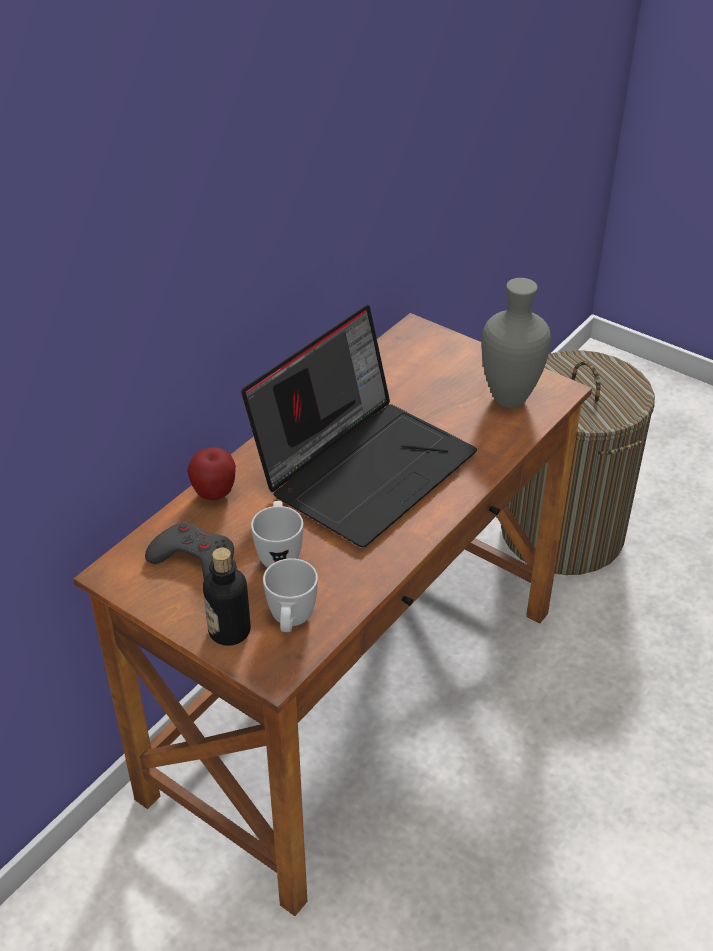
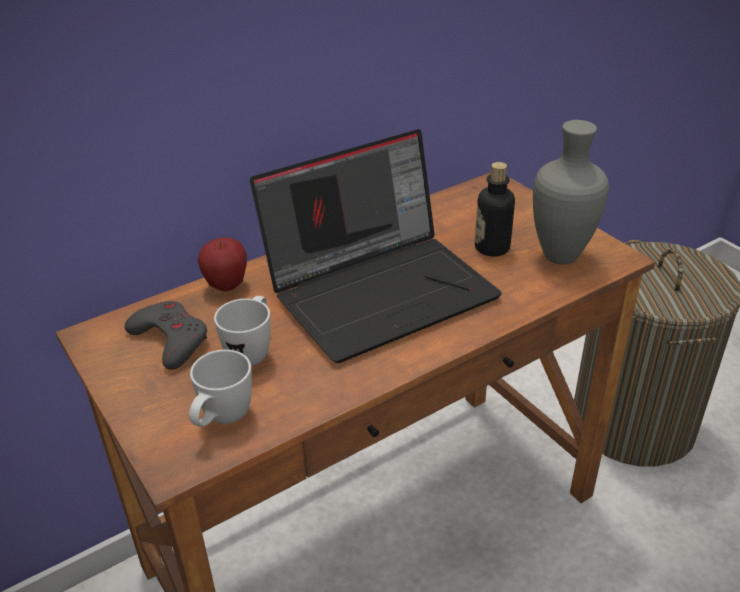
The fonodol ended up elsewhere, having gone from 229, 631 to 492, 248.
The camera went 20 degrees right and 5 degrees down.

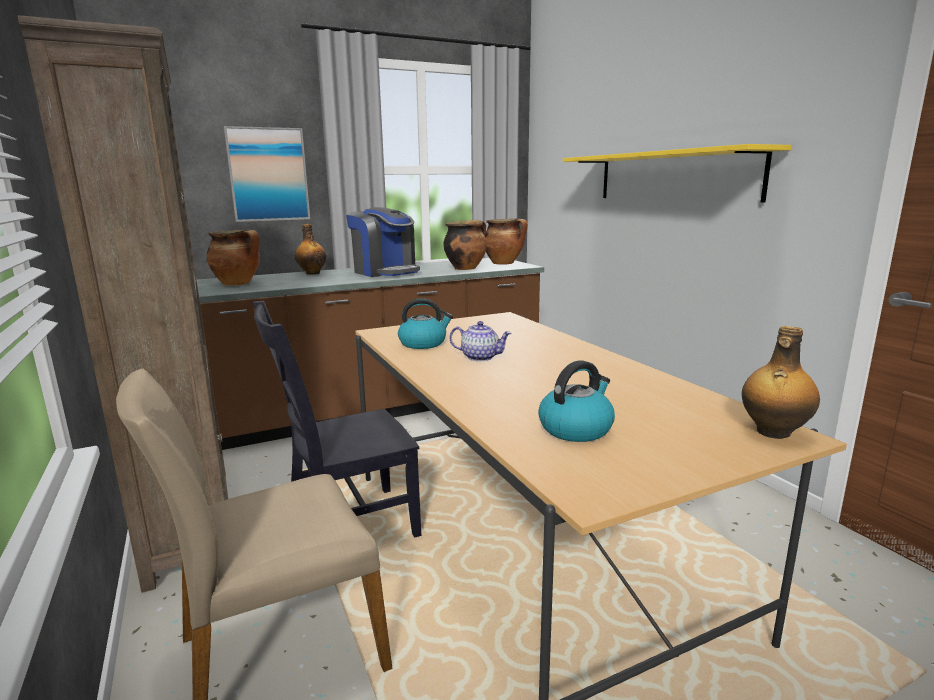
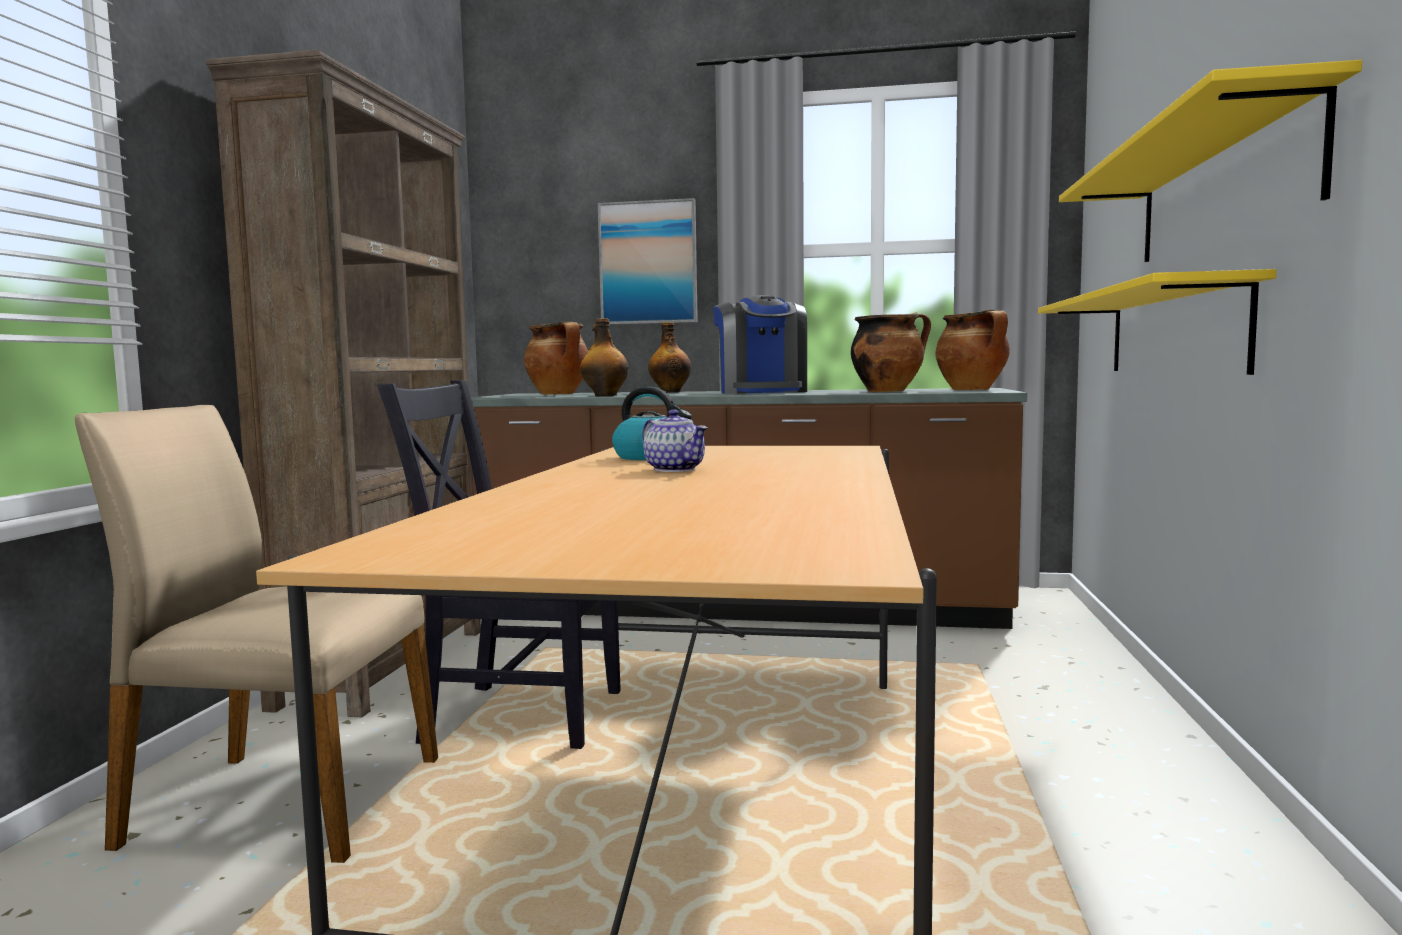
The second view lost the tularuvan at 576, 428.
The second view gained the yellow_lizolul at 1172, 332.
The fonodol ended up elsewhere, having gone from 773, 432 to 605, 395.
The camera went 35 degrees right and 10 degrees down.

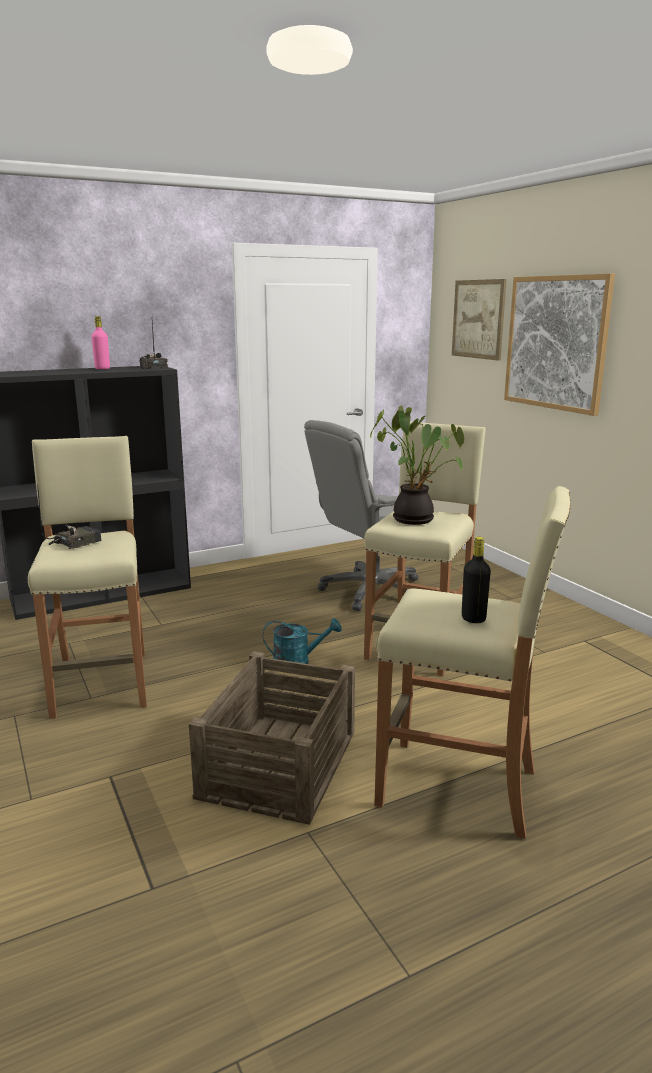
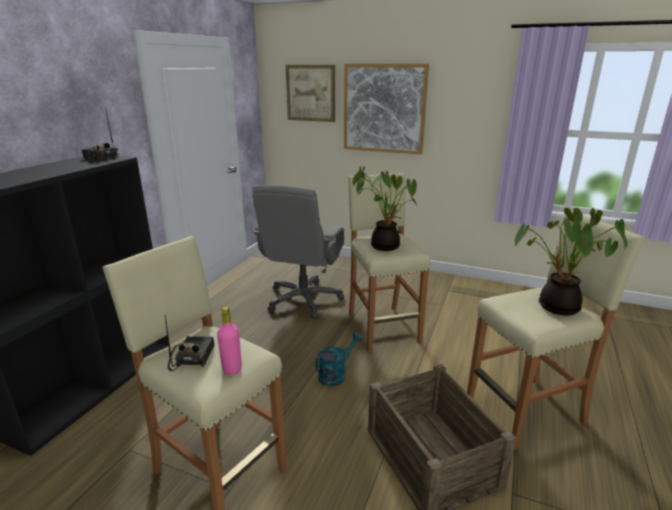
The pink_fonodol ended up elsewhere, having gone from 102, 368 to 232, 369.
Where the black_fonodol stood at 473, 619, the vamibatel came to stand at 555, 307.
The camera went 40 degrees left and 5 degrees up.

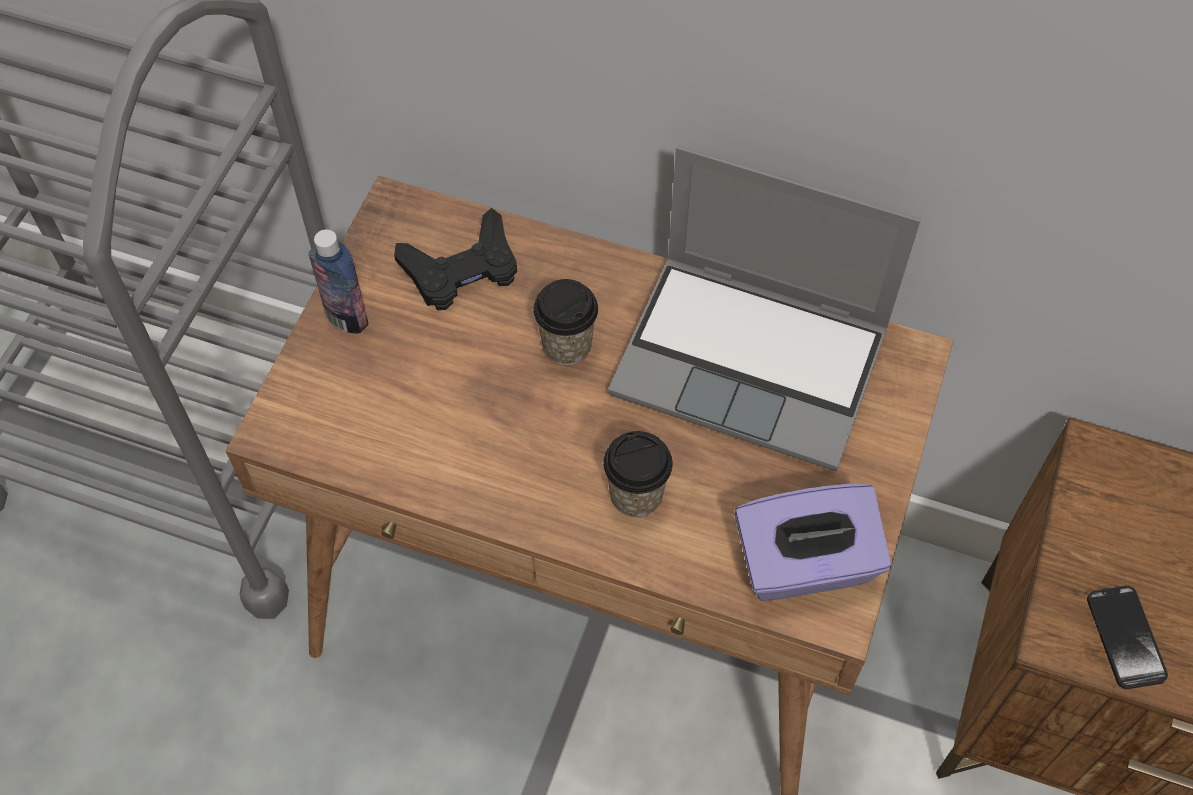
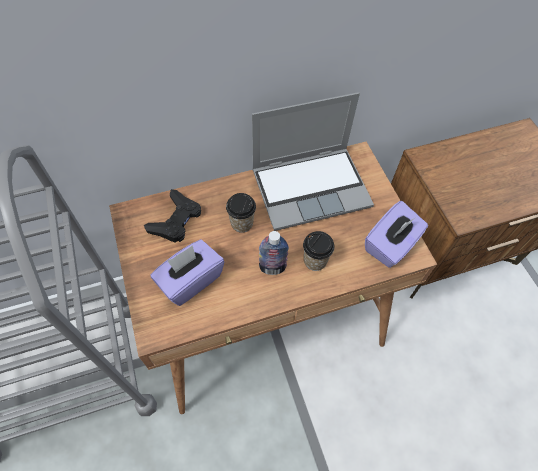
The second view lost the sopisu at 1125, 638.
The second view gained the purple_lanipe at 190, 280.
The fonodol ended up elsewhere, having gone from 346, 317 to 272, 268.
The camera went 40 degrees left and 0 degrees up.

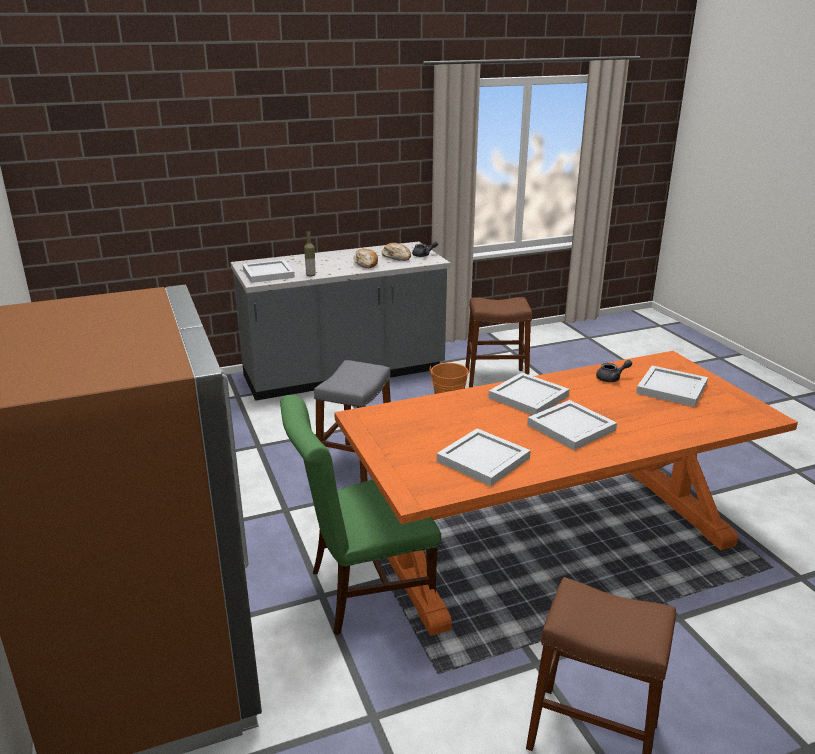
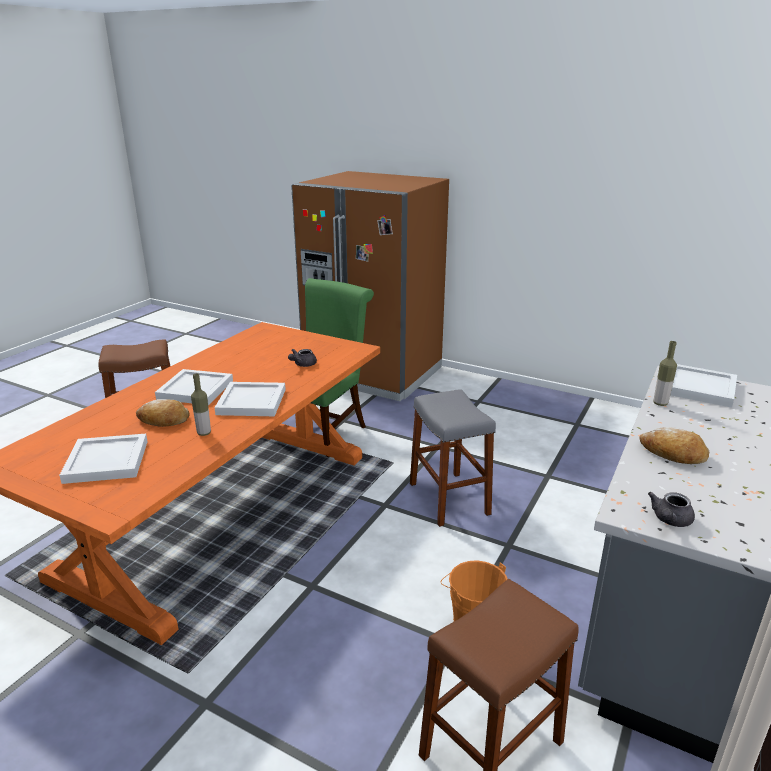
The second view lost the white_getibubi at 481, 460.
The second view gained the fonodol at 204, 433.
The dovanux ended up elsewhere, having gone from 396, 257 to 163, 420.
The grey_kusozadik ended up elsewhere, having gone from 612, 378 to 302, 364.
The camera went 140 degrees right and 0 degrees up.

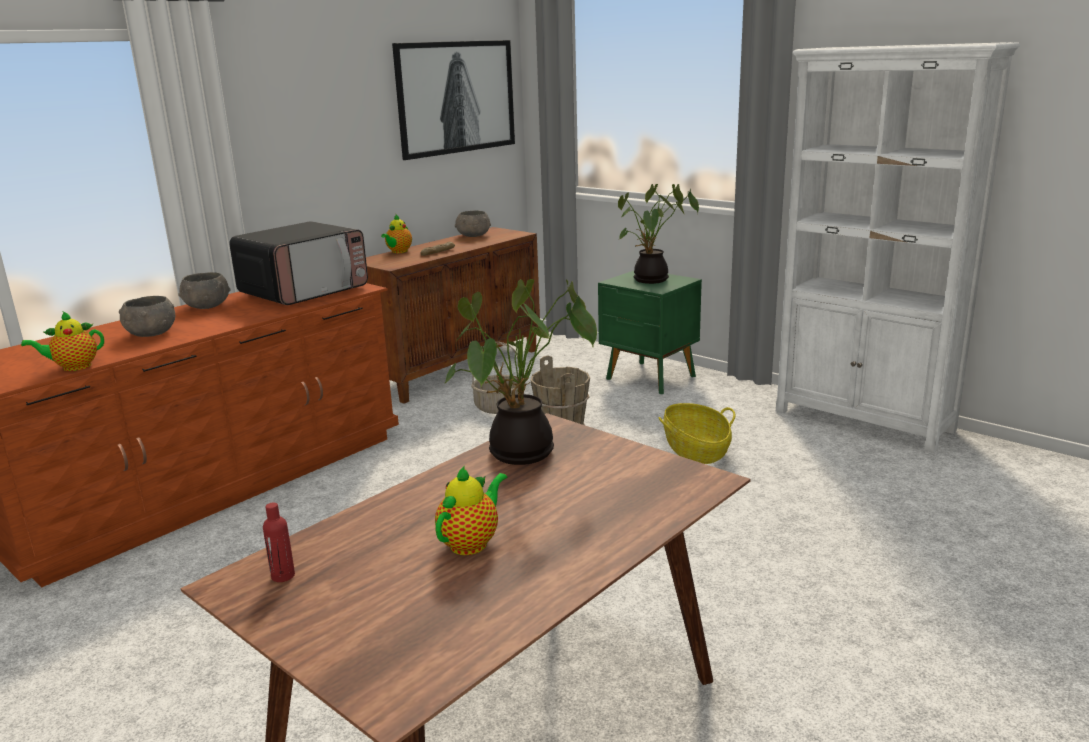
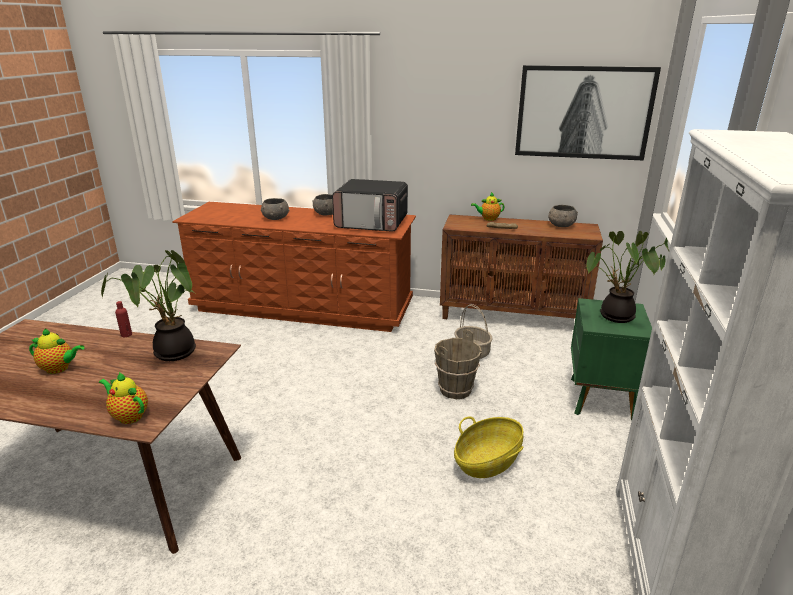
The kusozadik ended up elsewhere, having gone from 73, 367 to 129, 416.
The red_fonodol ended up elsewhere, having gone from 283, 576 to 126, 335.
The camera went 60 degrees right and 5 degrees up.

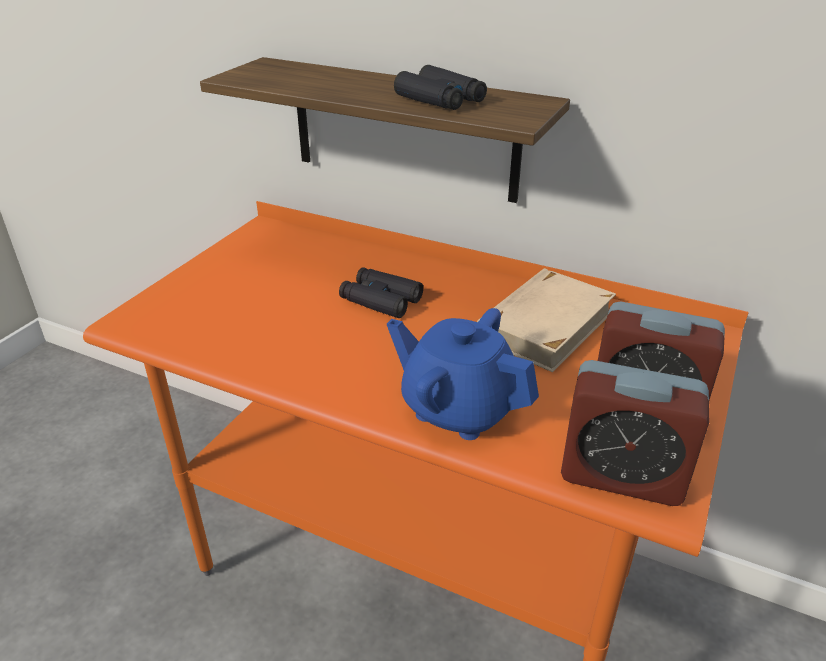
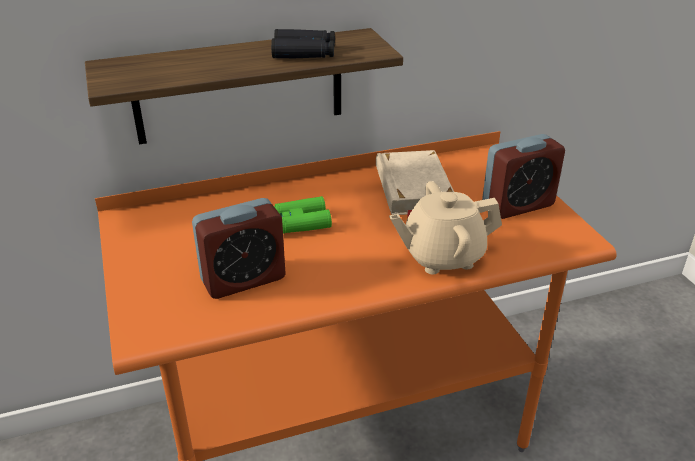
The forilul ended up elsewhere, having gone from 621, 476 to 243, 279.
What was the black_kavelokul at 380, 300 turned into the green_kavelokul at 299, 223.
What was the blue_kusozadik at 458, 409 turned into the beige_kusozadik at 442, 256.
The camera went 45 degrees left and 0 degrees up.

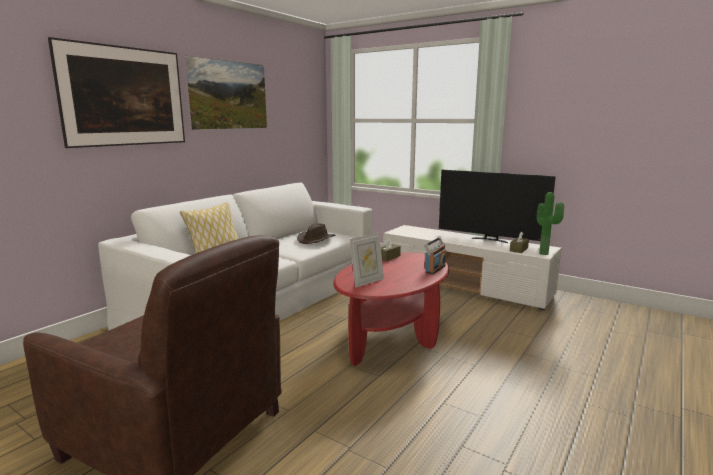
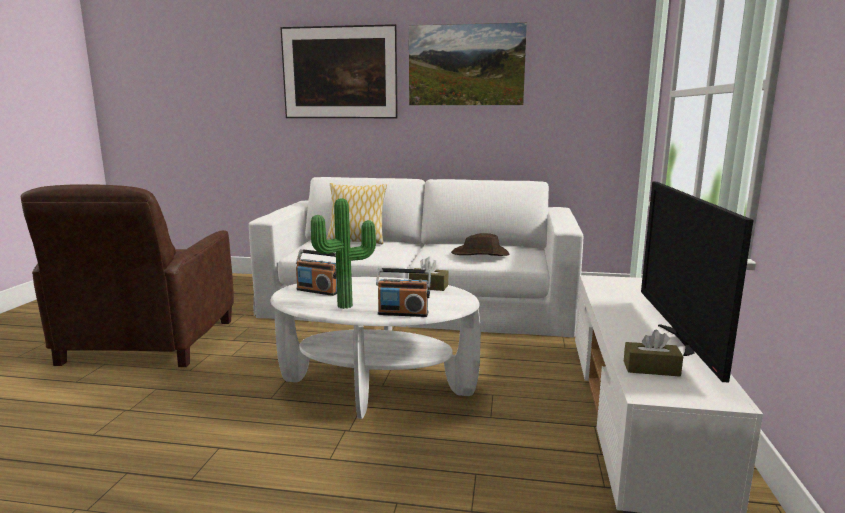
The vamibatel ended up elsewhere, having gone from 545, 253 to 346, 306.
Where the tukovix stood at 367, 282, the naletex came to stand at 318, 291.
What was the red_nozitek at 392, 336 turned into the white_nozitek at 376, 387.
The camera went 65 degrees right and 0 degrees up.

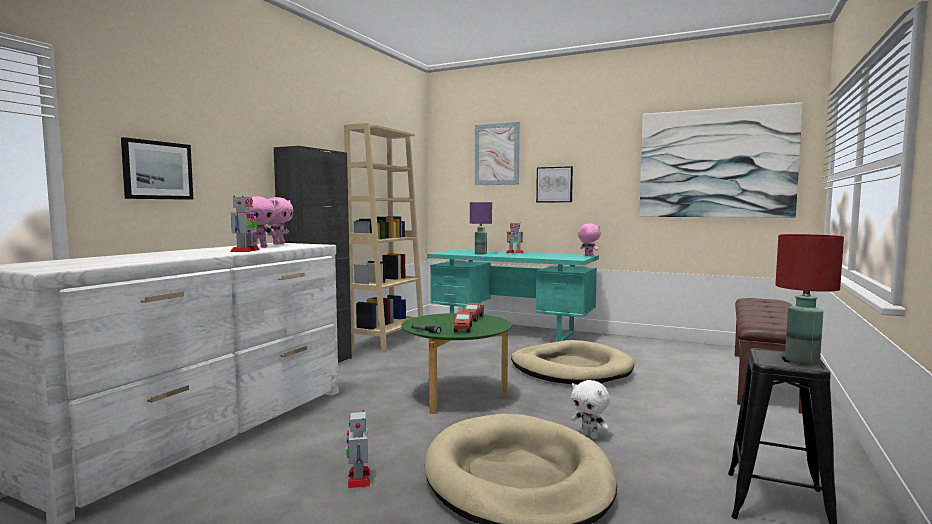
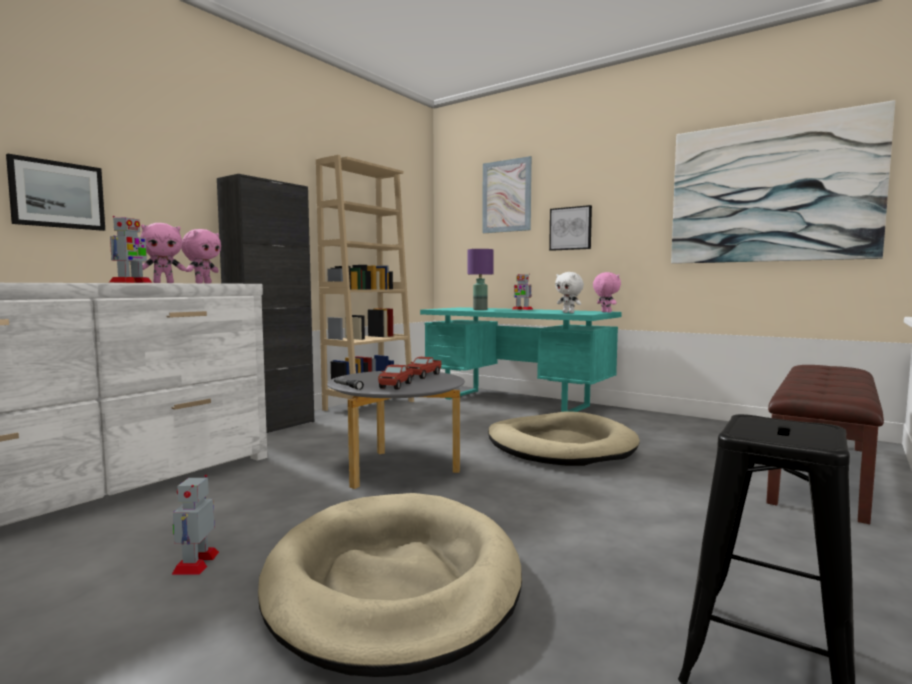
The second view lost the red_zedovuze at 803, 361.
The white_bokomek ended up elsewhere, having gone from 589, 436 to 569, 312.
What was the green_nozitek at 456, 396 turned into the grey_nozitek at 397, 469.
The camera went 10 degrees right and 0 degrees up.

